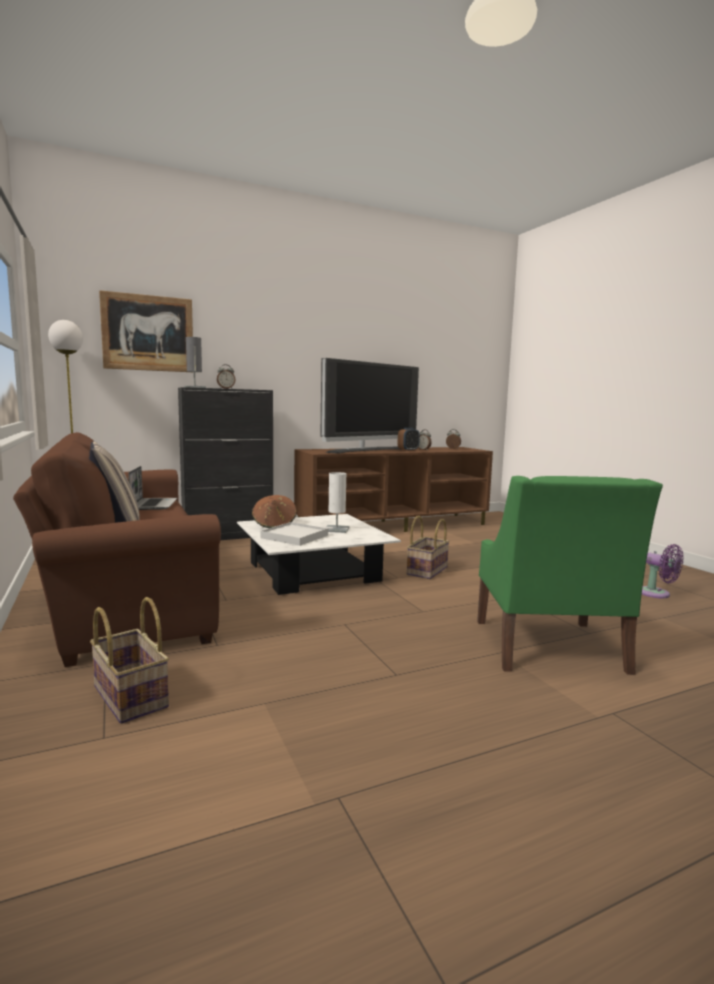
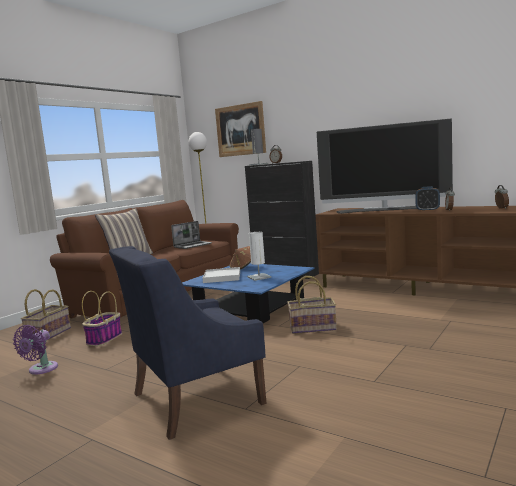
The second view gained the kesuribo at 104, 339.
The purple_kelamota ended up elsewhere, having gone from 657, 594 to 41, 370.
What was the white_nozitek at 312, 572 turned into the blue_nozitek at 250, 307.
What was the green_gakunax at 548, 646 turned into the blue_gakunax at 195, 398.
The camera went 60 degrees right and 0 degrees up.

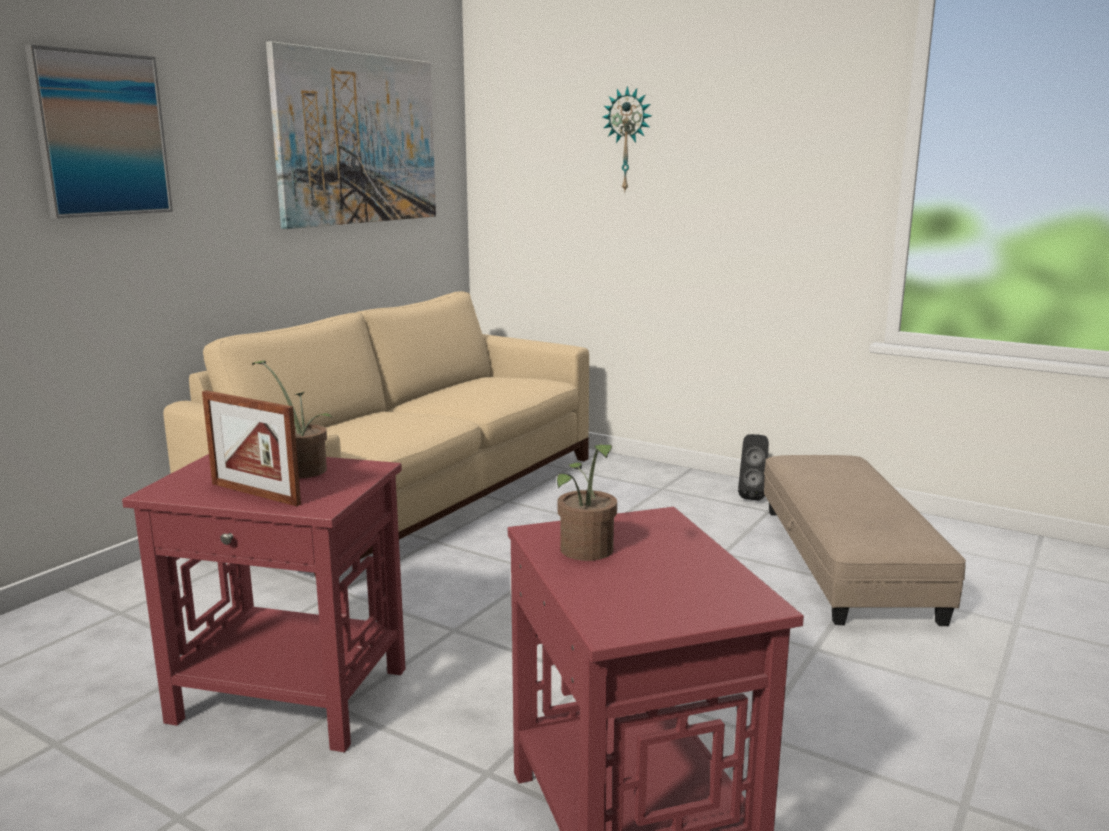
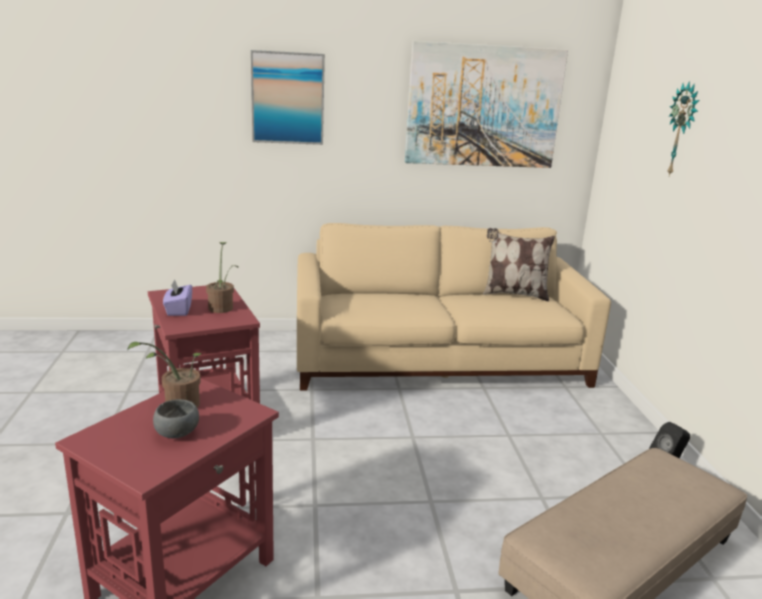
The second view gained the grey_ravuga at 178, 433.
The second view gained the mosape at 514, 294.
Where the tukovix stood at 255, 494, the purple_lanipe came to stand at 178, 310.
The camera went 50 degrees right and 5 degrees up.

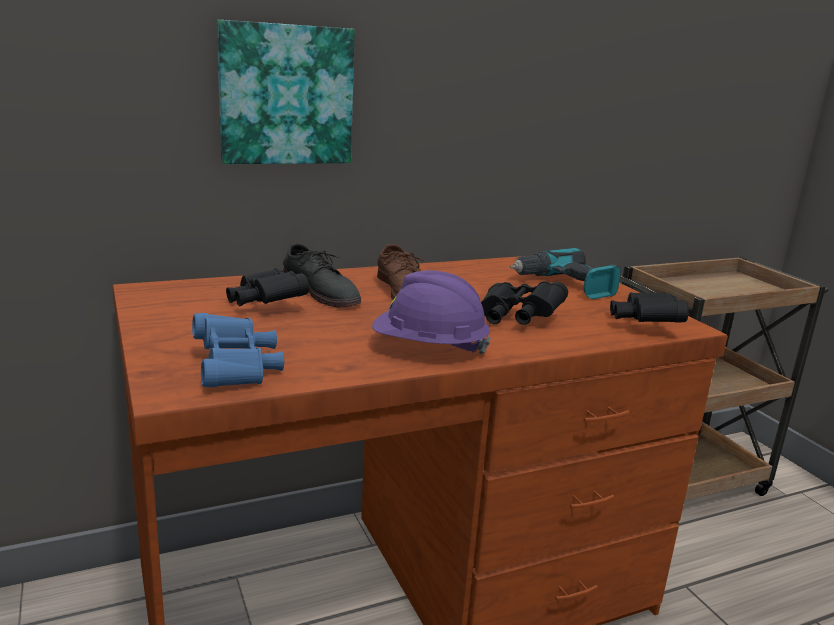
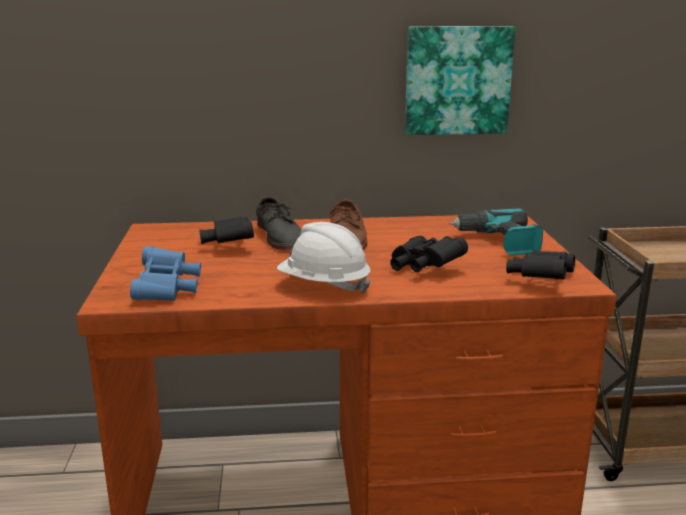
The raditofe ended up elsewhere, having gone from 285, 95 to 457, 80.
What was the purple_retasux at 429, 348 turned into the white_retasux at 324, 286.
The camera went 20 degrees right and 0 degrees up.

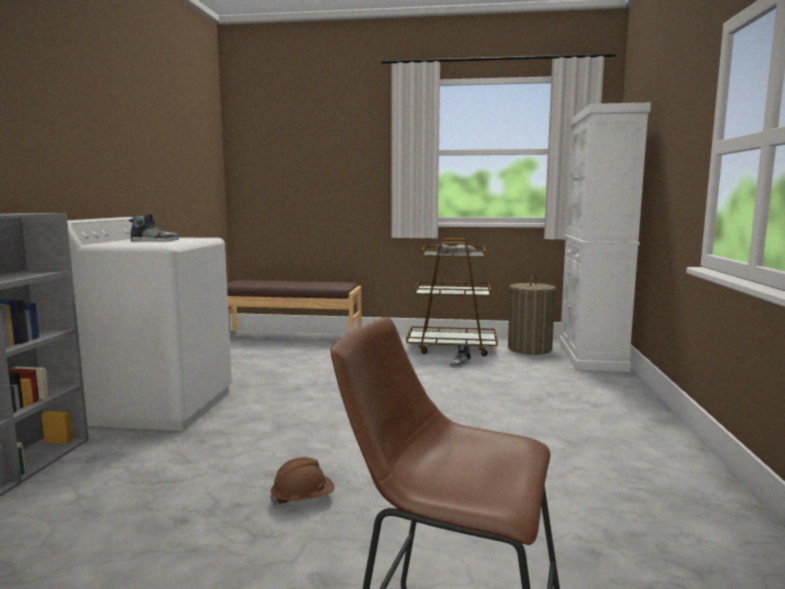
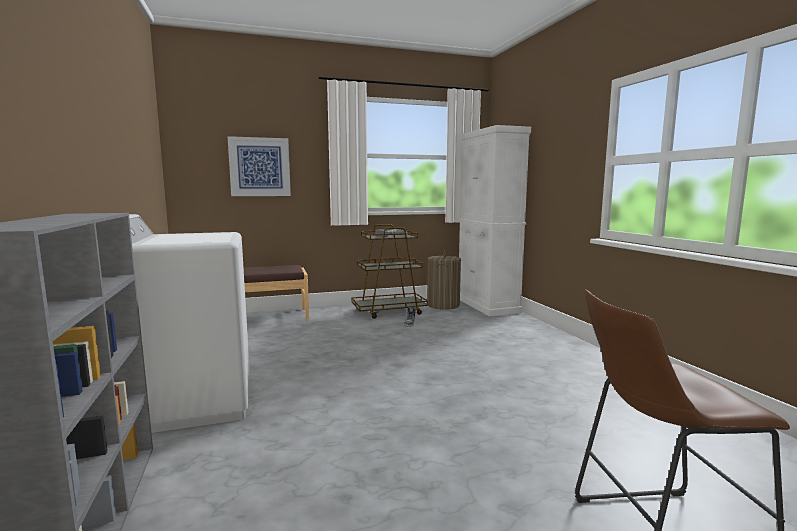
The second view lost the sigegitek at 154, 241.
The second view lost the brown_retasux at 303, 499.
The second view gained the raditofe at 260, 167.
The camera went 25 degrees left and 0 degrees up.

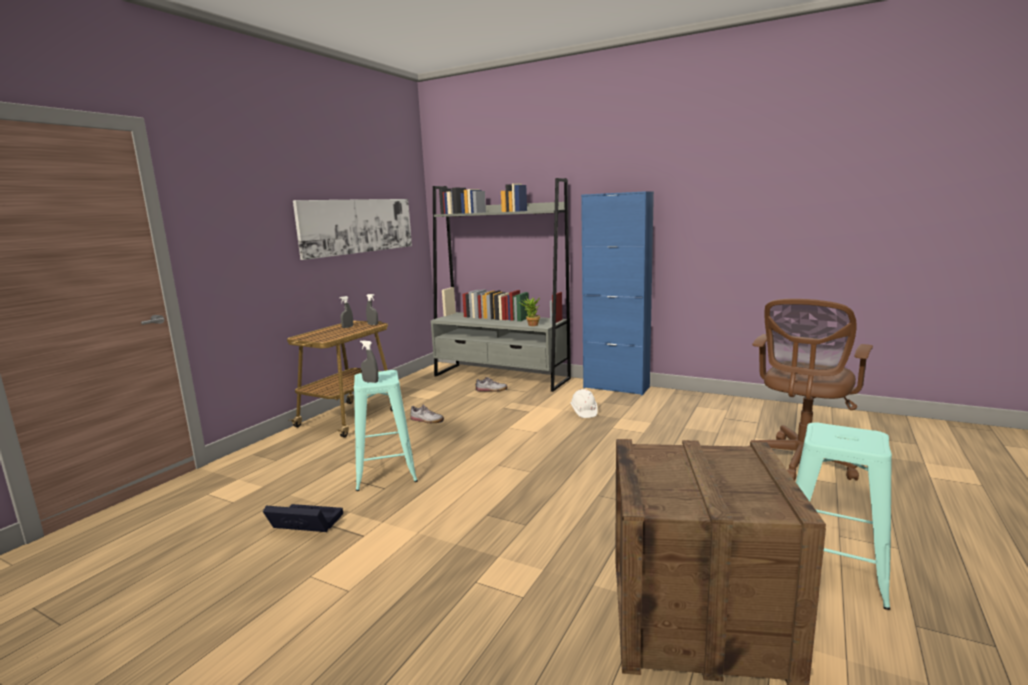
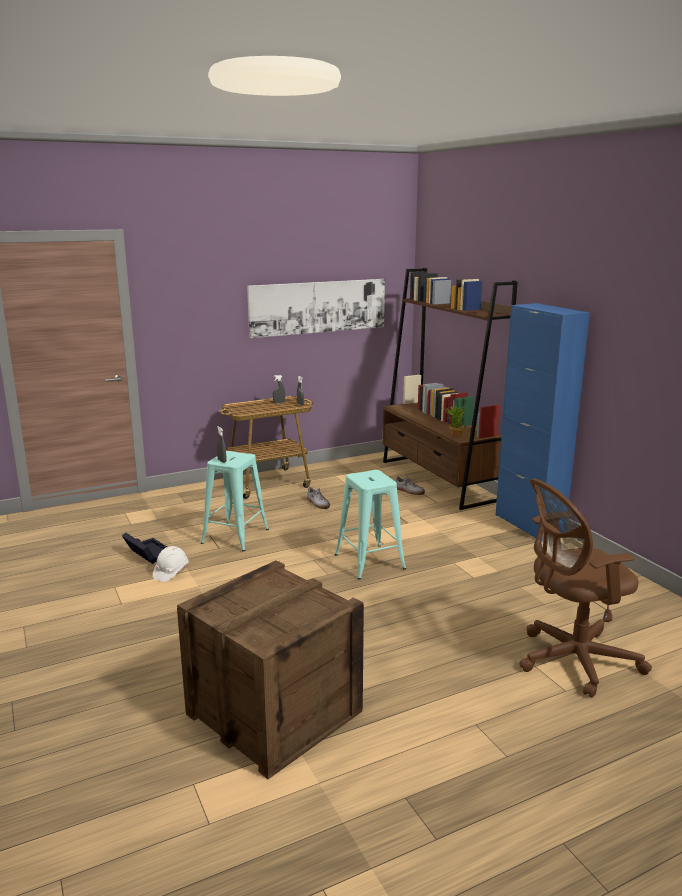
The white_retasux ended up elsewhere, having gone from 583, 412 to 171, 572.
The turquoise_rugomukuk ended up elsewhere, having gone from 832, 569 to 369, 561.
What was the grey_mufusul at 501, 377 turned into the brown_mufusul at 438, 480.
The camera went 35 degrees right and 5 degrees up.

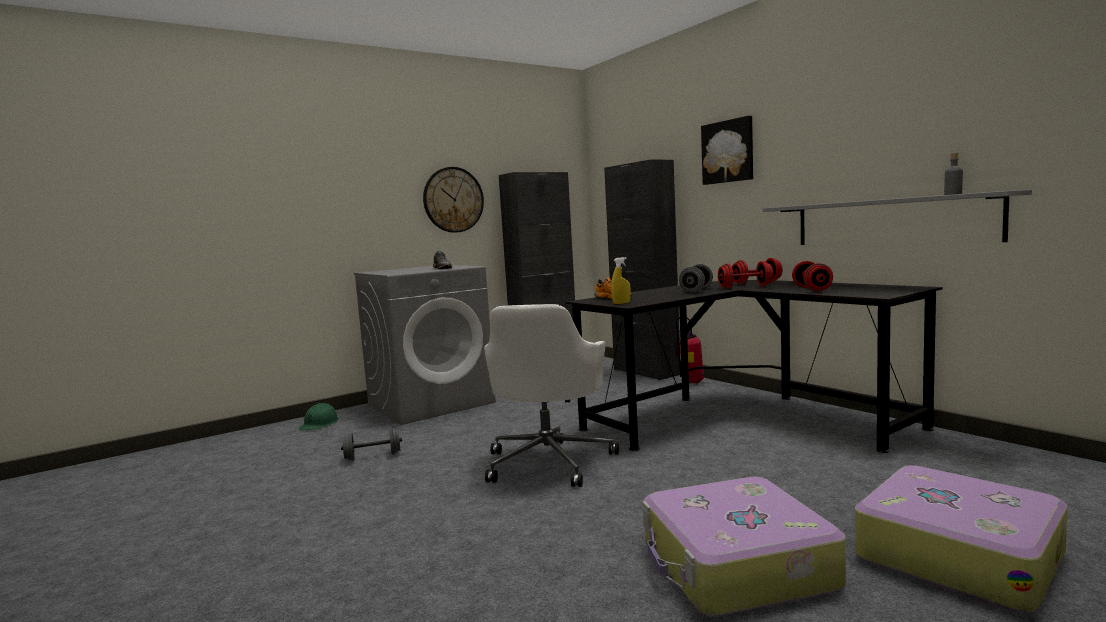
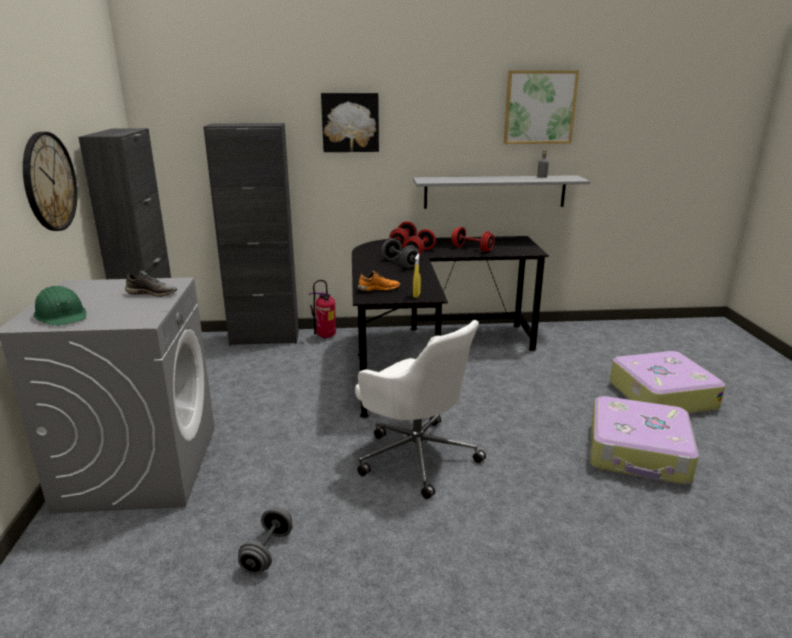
The second view gained the raditofe at 539, 107.
The green_retasux ended up elsewhere, having gone from 320, 424 to 61, 315.
The camera went 60 degrees left and 15 degrees up.

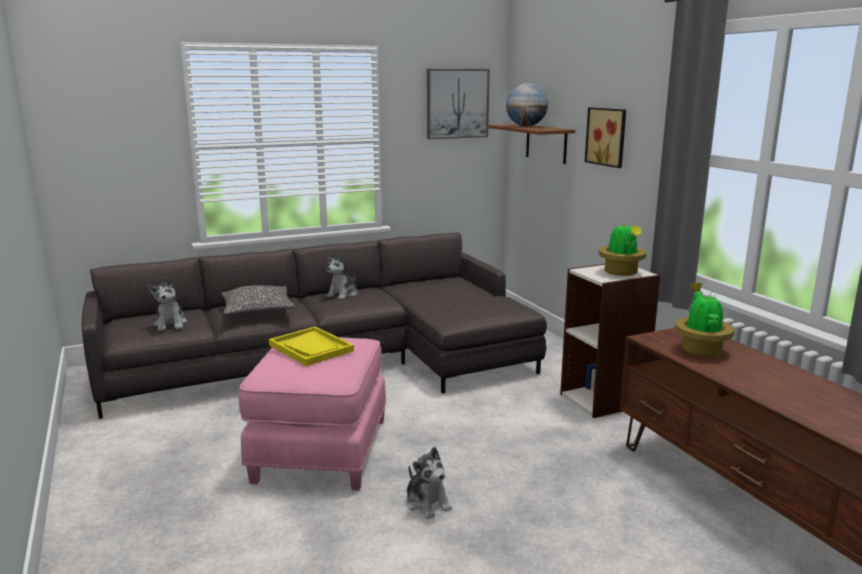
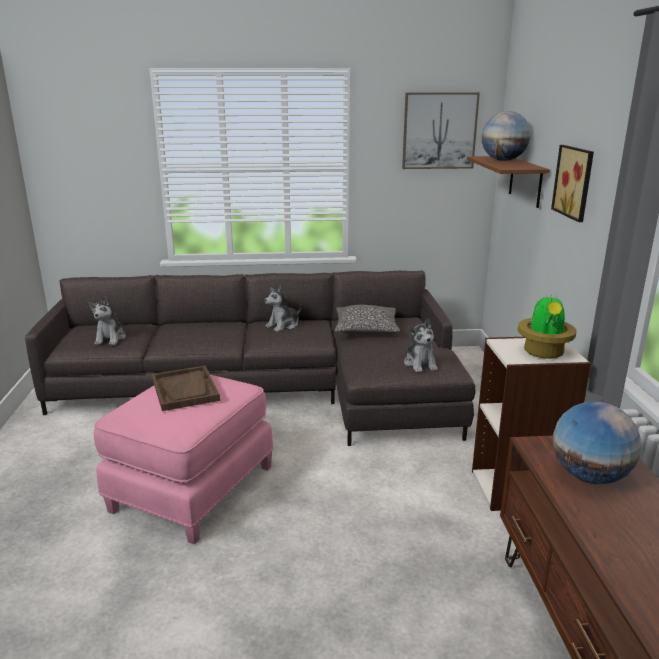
The mosape ended up elsewhere, having gone from 257, 310 to 366, 329.
The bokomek ended up elsewhere, having gone from 427, 503 to 420, 364.
Where the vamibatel stood at 700, 350, the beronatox came to stand at 589, 476.
What was the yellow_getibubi at 311, 348 turned into the brown_getibubi at 185, 390.
The camera went 20 degrees right and 5 degrees up.

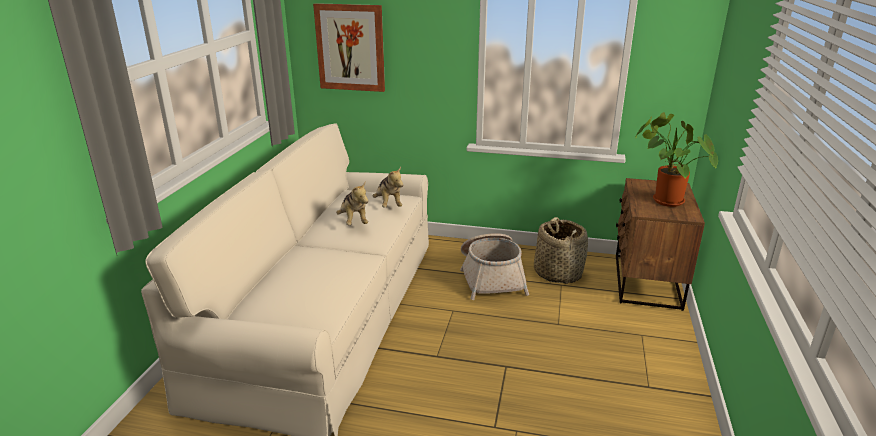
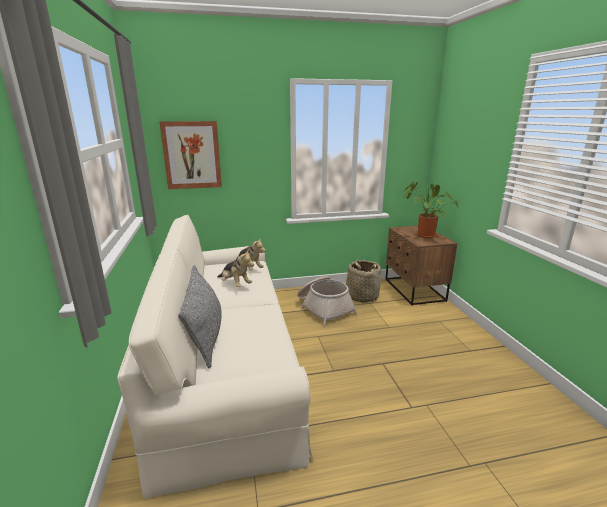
The second view gained the grey_mosape at 205, 335.
The camera went 25 degrees left and 5 degrees down.

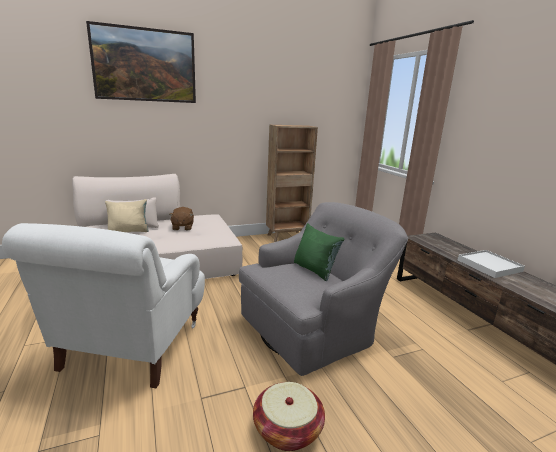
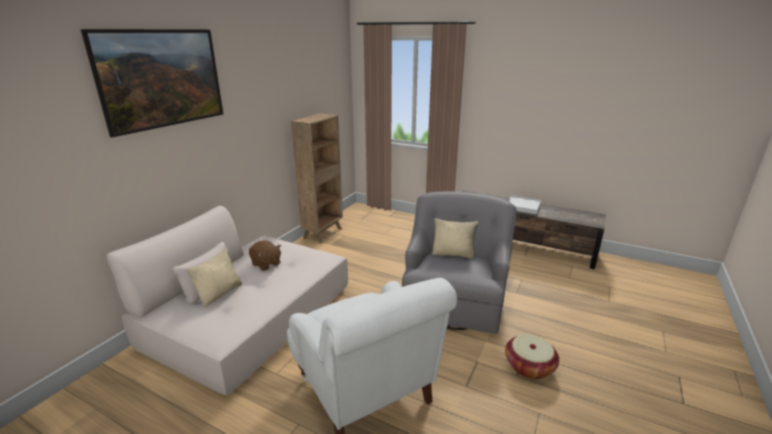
What was the green_mosape at 315, 270 turned into the beige_mosape at 454, 254.
The camera went 40 degrees left and 5 degrees up.

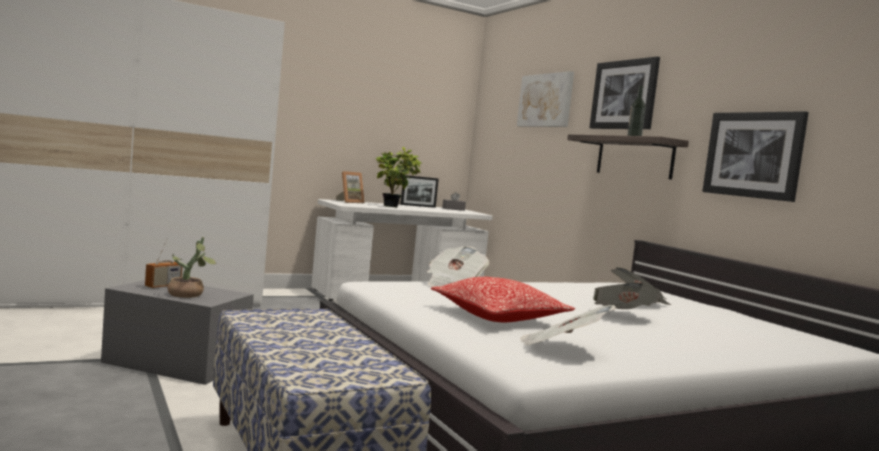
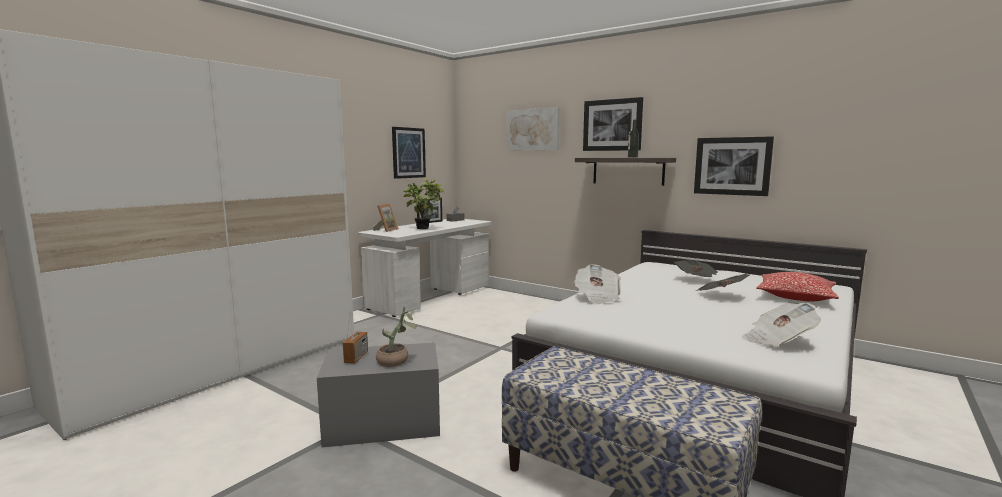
The second view gained the raditofe at 408, 153.
The mosape ended up elsewhere, having gone from 499, 317 to 795, 297.
The camera went 25 degrees left and 5 degrees up.

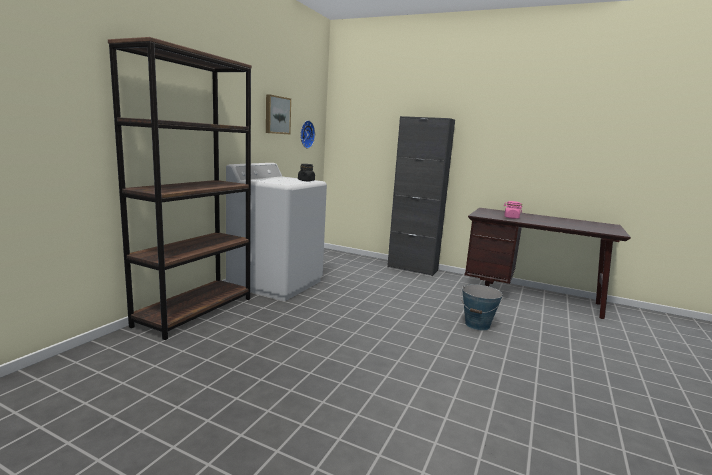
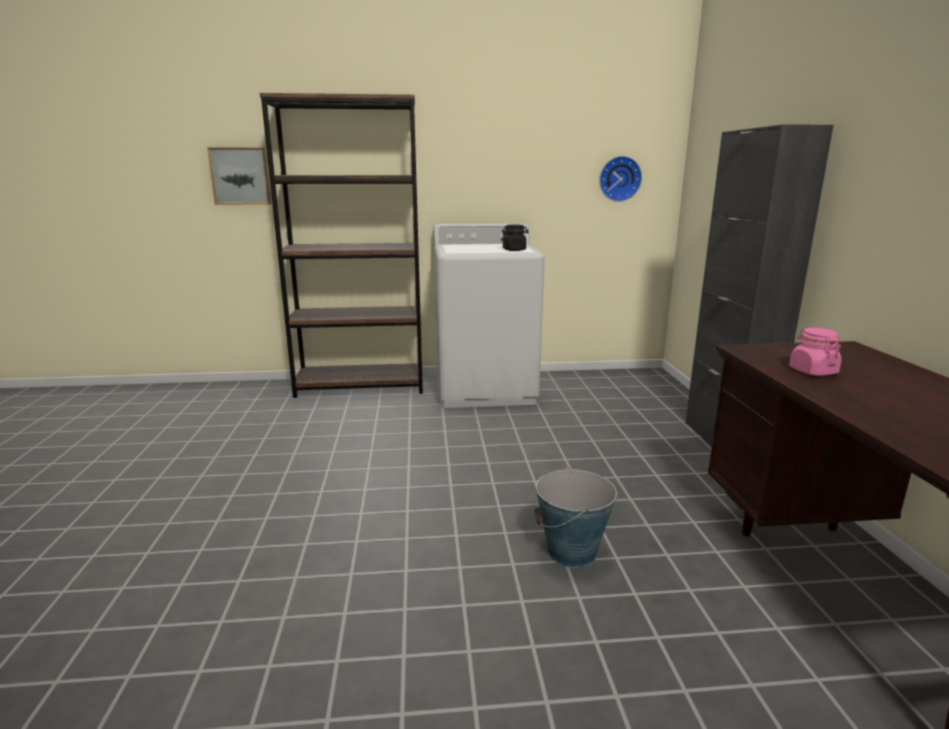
The raditofe ended up elsewhere, having gone from 277, 115 to 241, 176.
The camera went 60 degrees right and 5 degrees up.

